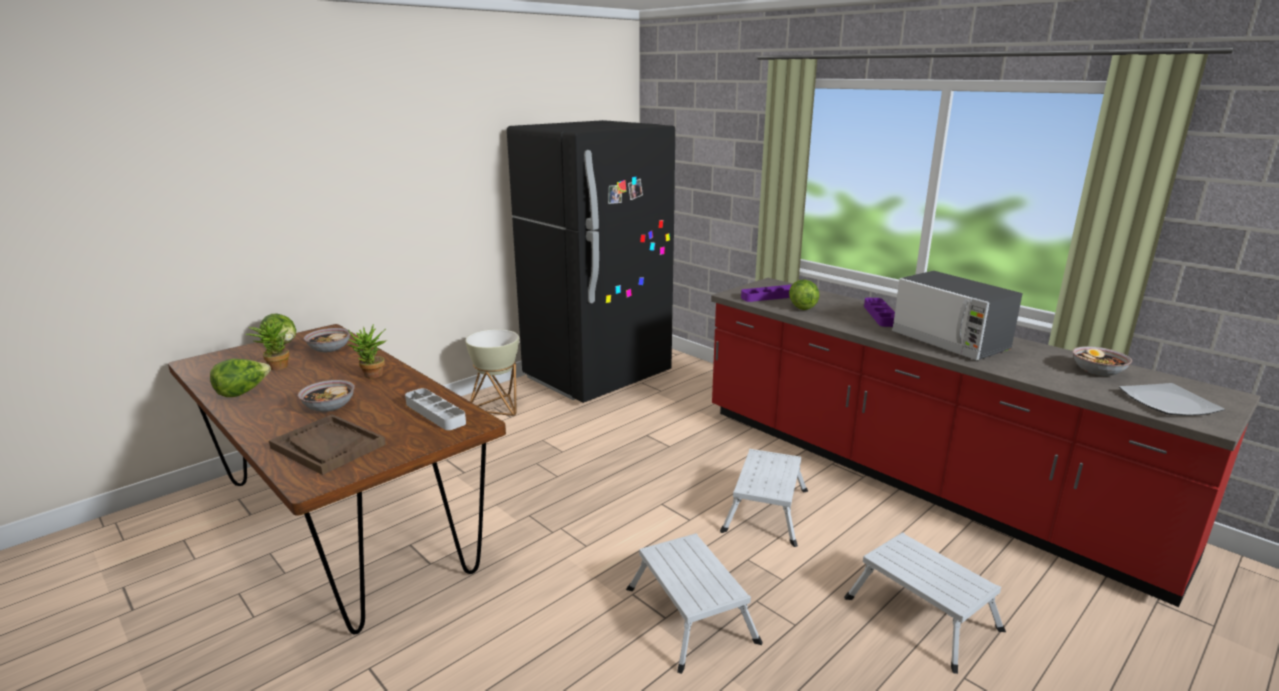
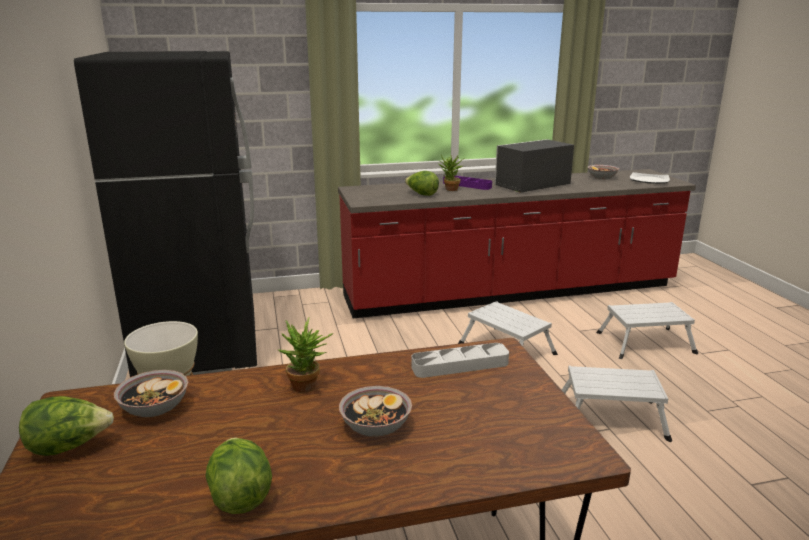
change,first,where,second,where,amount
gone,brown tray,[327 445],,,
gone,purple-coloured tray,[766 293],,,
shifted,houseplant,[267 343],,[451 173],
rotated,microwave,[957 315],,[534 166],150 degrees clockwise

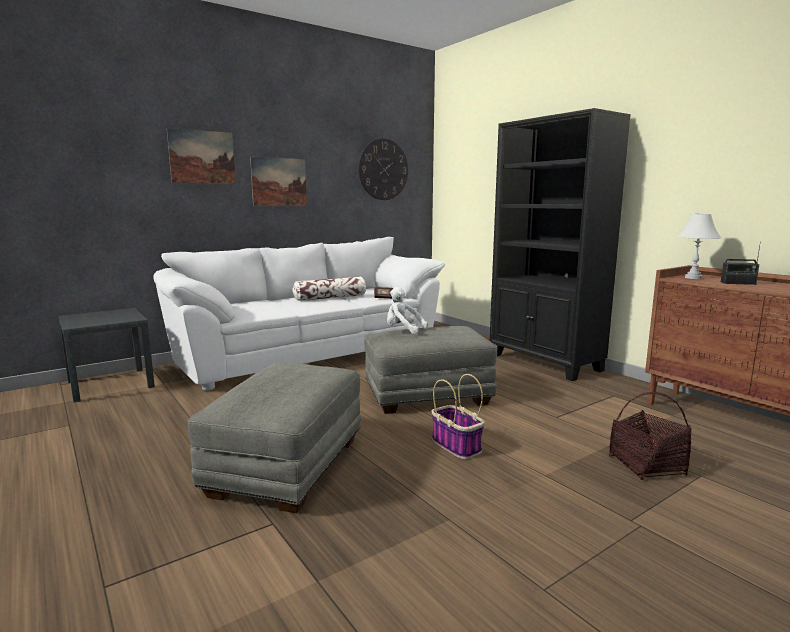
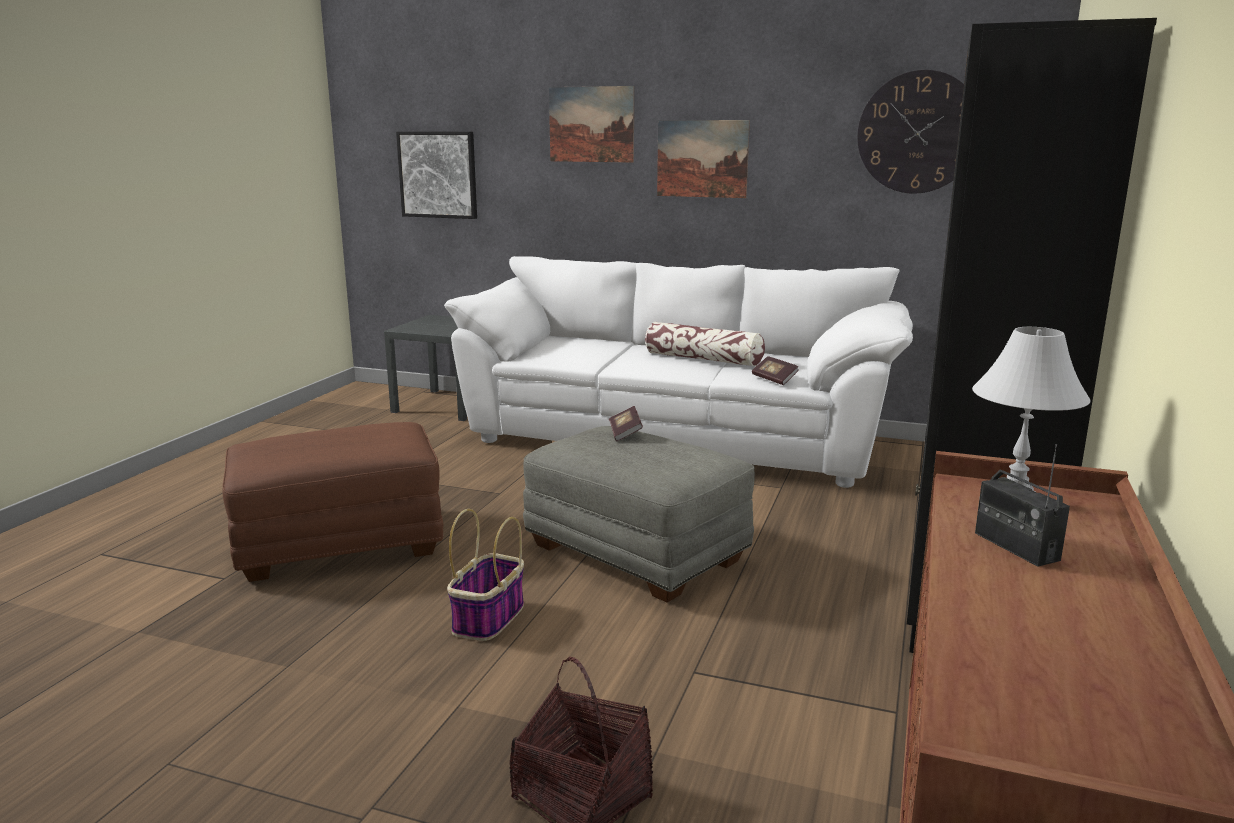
change,first,where,second,where,amount
new,,,wall art,[436 175],
swapped,white plush toy,[407 310],bound book,[626 423],
repainted,greyish ottoman,[274 437],brown ottoman,[332 502],

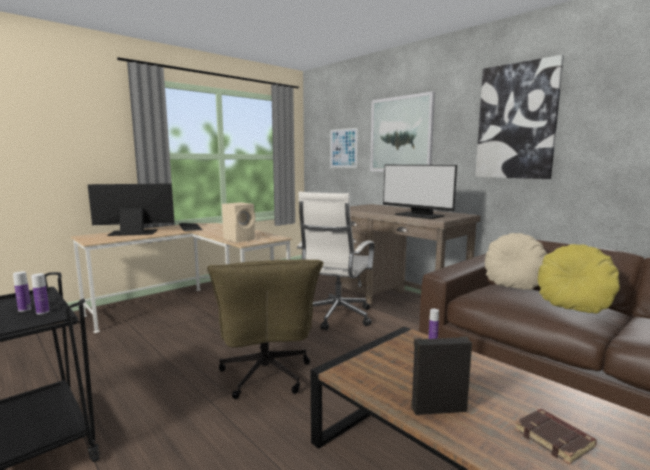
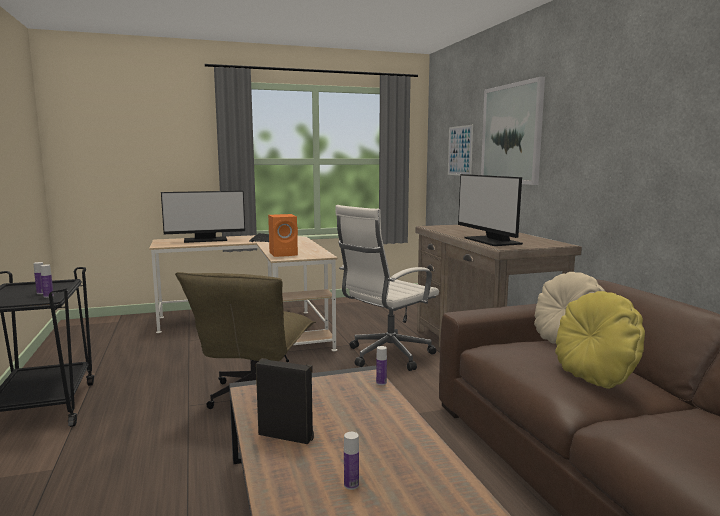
change,first,where,second,where,amount
gone,wall art,[519 117],,,
swapped,brown bound book,[555 437],beverage bottle,[351 461],
repainted,beige speaker,[239 222],orangey speaker,[283 235],
rotated,computer screen,[131 209],,[203 217],150 degrees clockwise

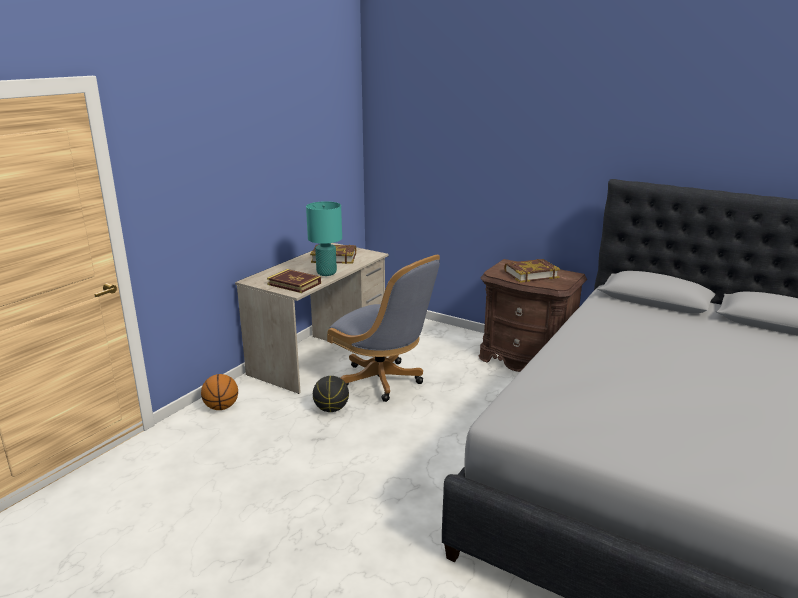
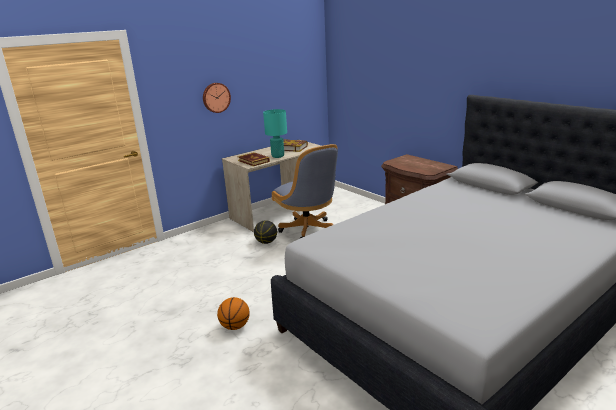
change,first,where,second,where,amount
gone,bound book,[532 271],,,
new,,,hanging clock,[217 98],
shifted,basketball ball,[219 392],,[233 313],

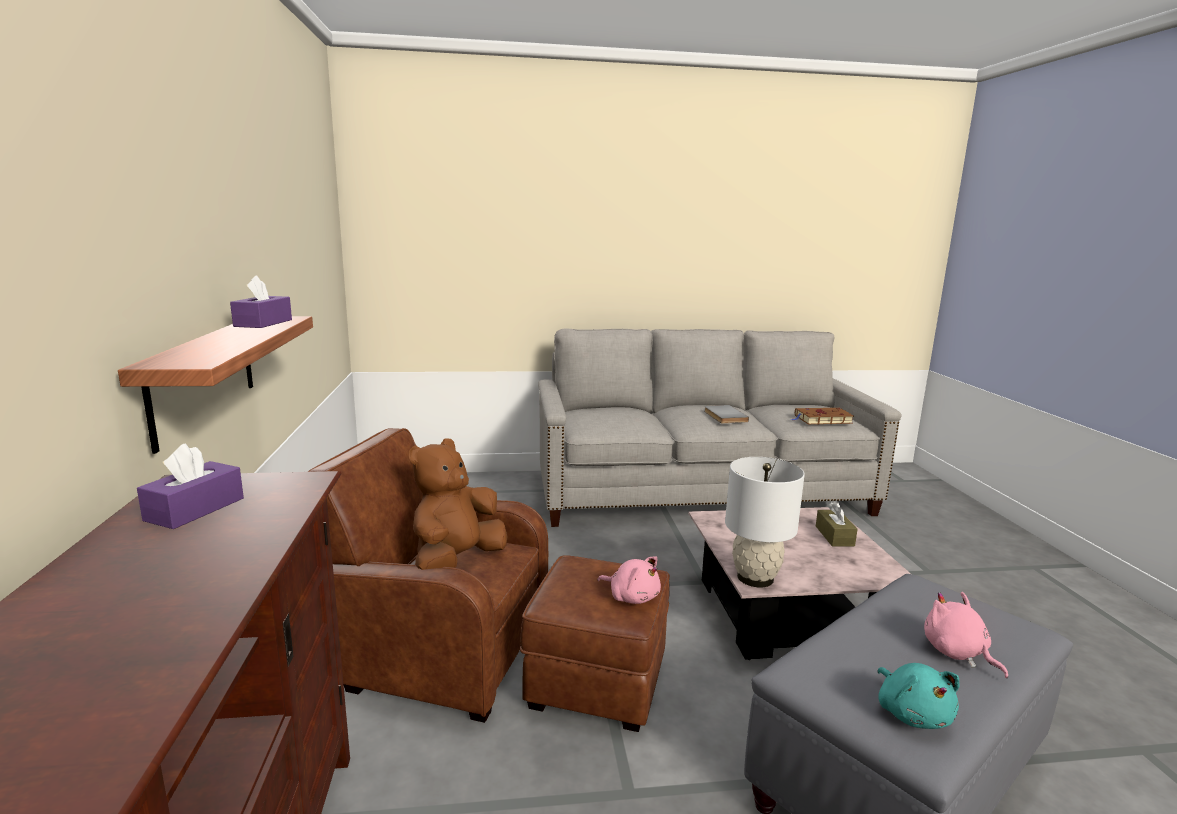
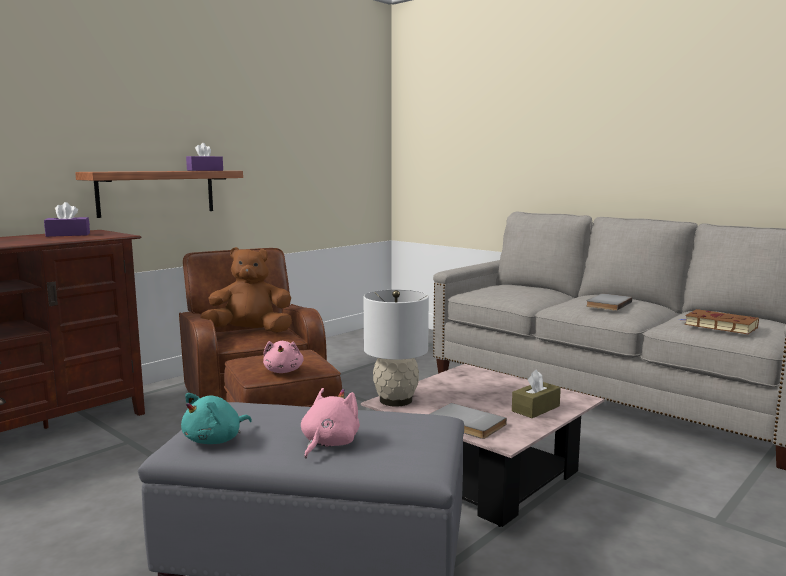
change,first,where,second,where,amount
new,,,greyish bound book,[468 421],

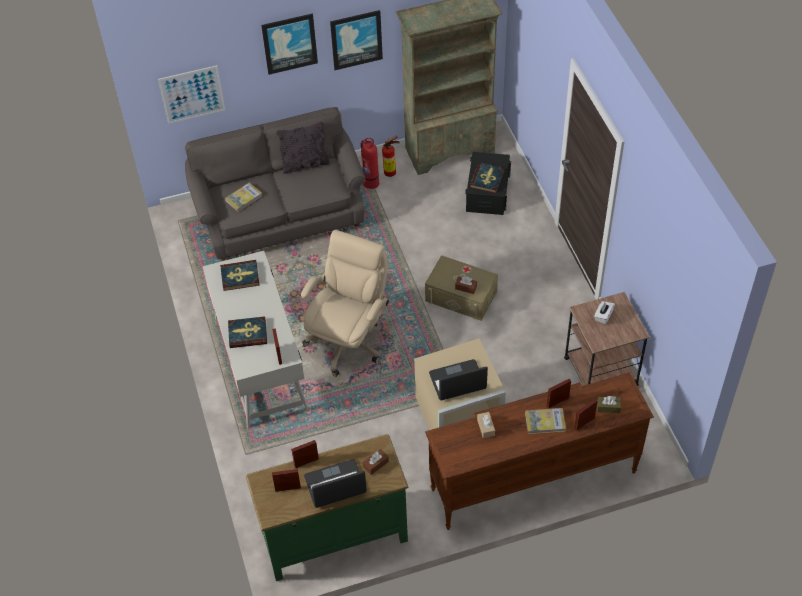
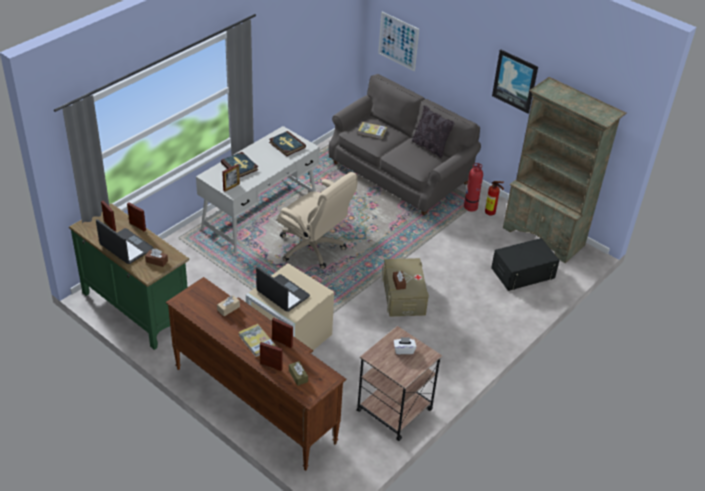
change,first,where,second,where,amount
gone,wall art,[289 44],,,
gone,bound book,[487 178],,,
rotated,beige desk chair,[345 303],,[317 220],45 degrees clockwise

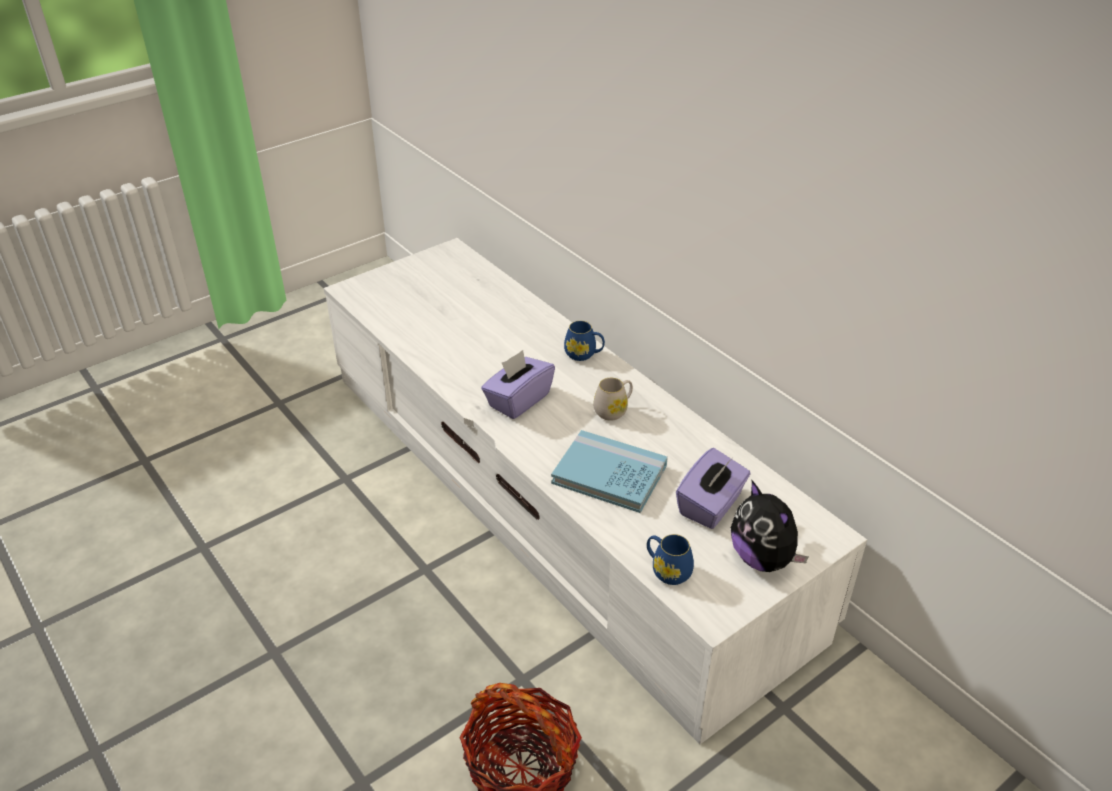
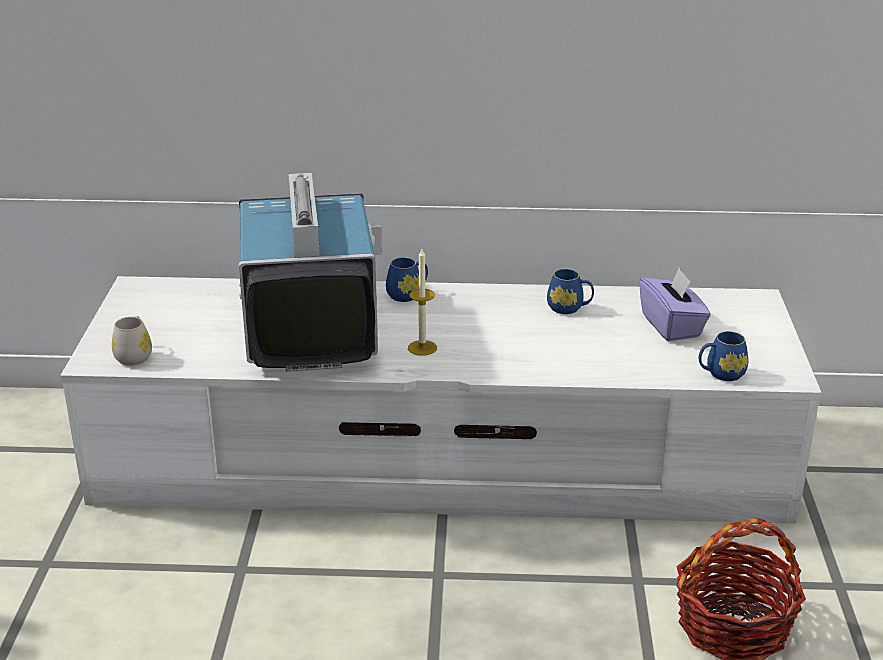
change,first,where,second,where,amount
gone,blue-coloured bound book,[609 471],,,
gone,plush toy,[770 526],,,
new,,,TV,[310 272],
new,,,blue-coloured coffee mug,[570 291],
shifted,white coffee mug,[613 399],,[132 341],
swapped,purple-coloured box of tissues,[518 384],wax light,[422 302],

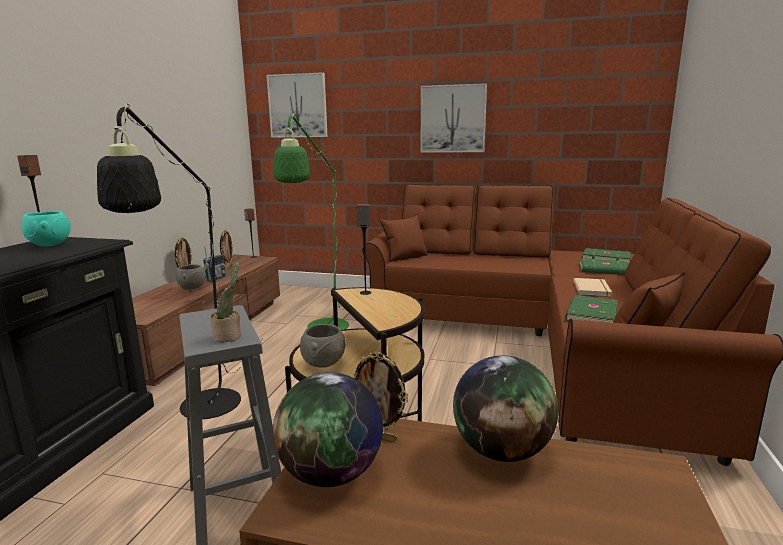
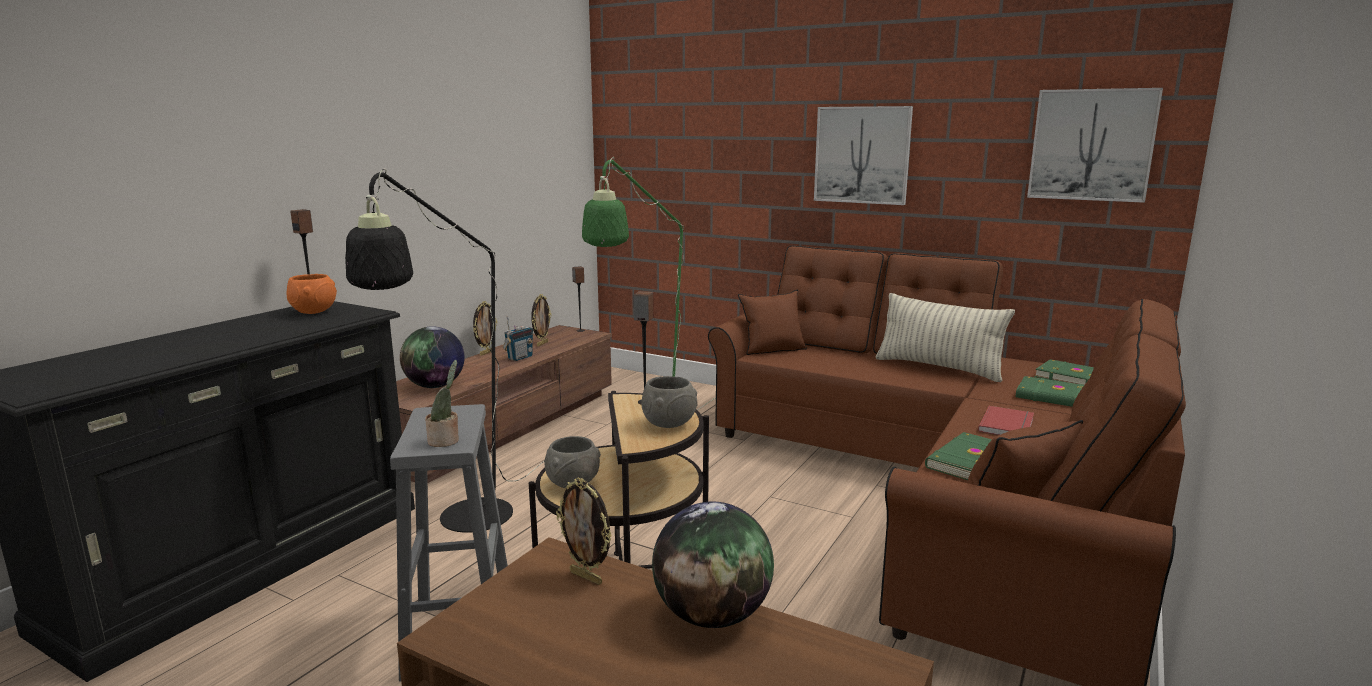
change,first,where,second,where,amount
new,,,pillow,[945 337],
shifted,greyish bowl,[191 277],,[669 402],
shifted,wall art,[297 105],,[1095 145],
shifted,desk globe,[328 429],,[432 357],
repainted,turquoise-coloured bowl,[46 228],orangey bowl,[312 294],
repainted,beige bound book,[592 287],red-coloured bound book,[1006 420],

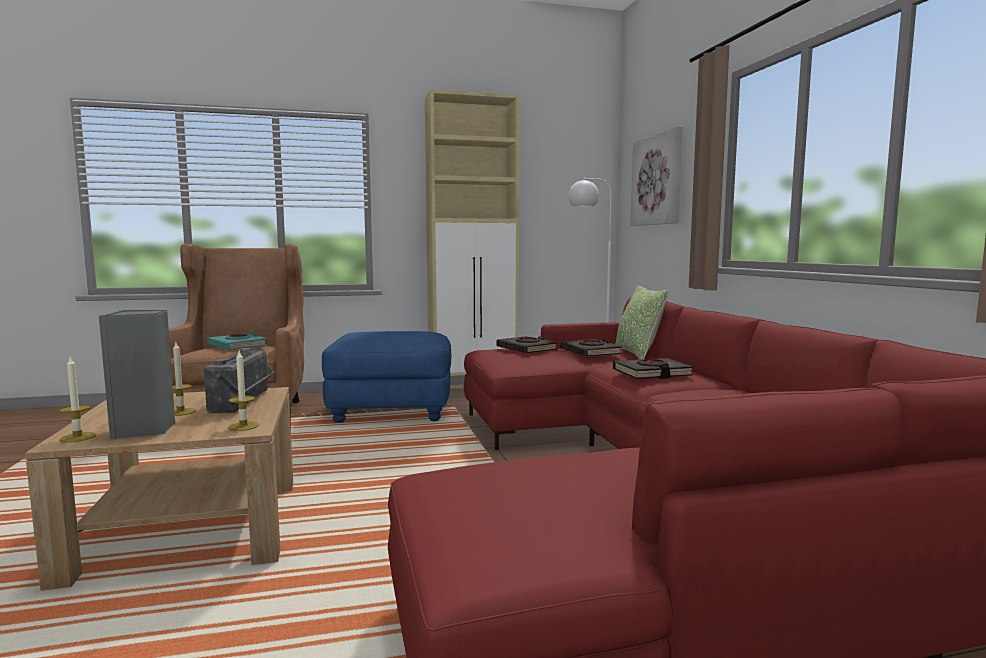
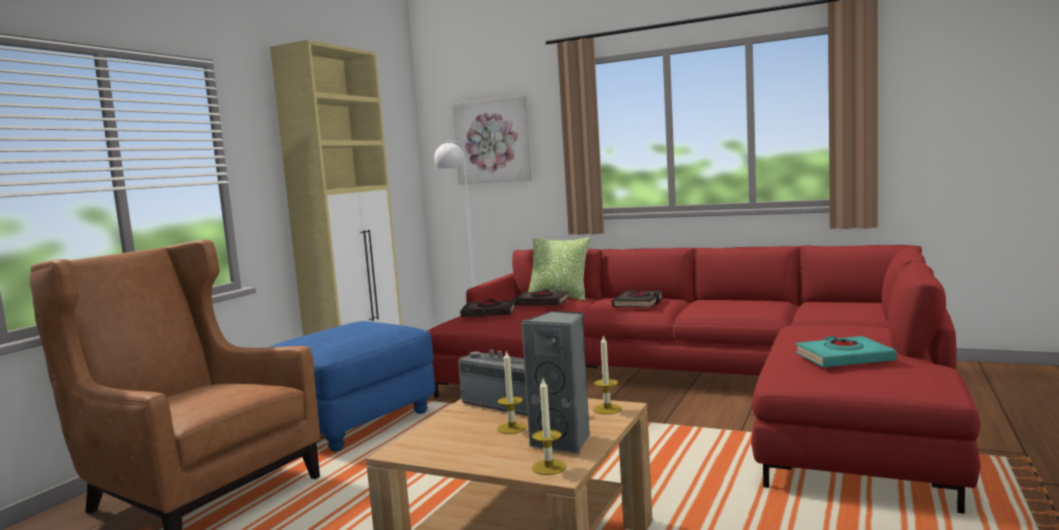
change,first,where,second,where,amount
shifted,turquoise-coloured bound book,[237 341],,[846 351],

